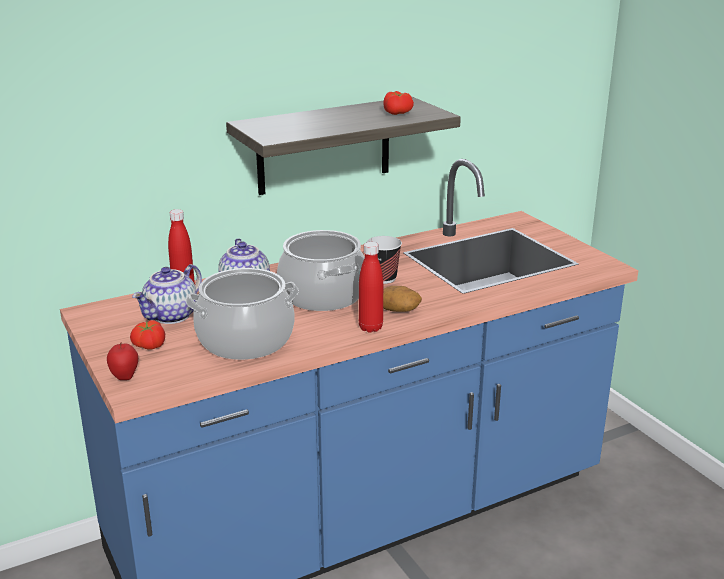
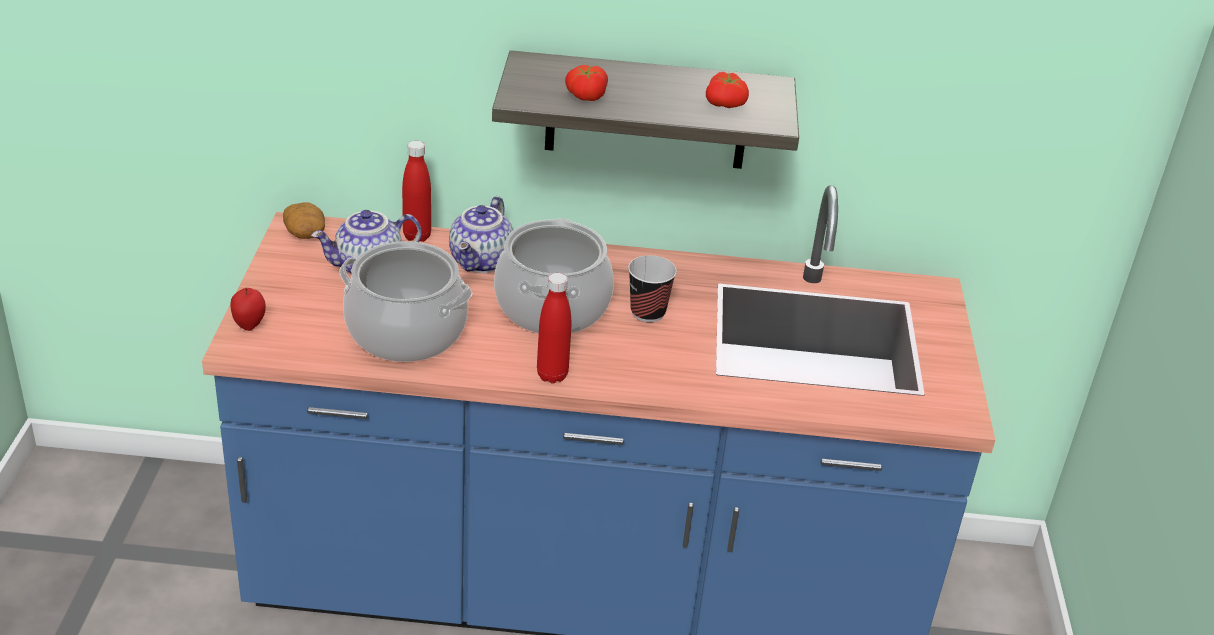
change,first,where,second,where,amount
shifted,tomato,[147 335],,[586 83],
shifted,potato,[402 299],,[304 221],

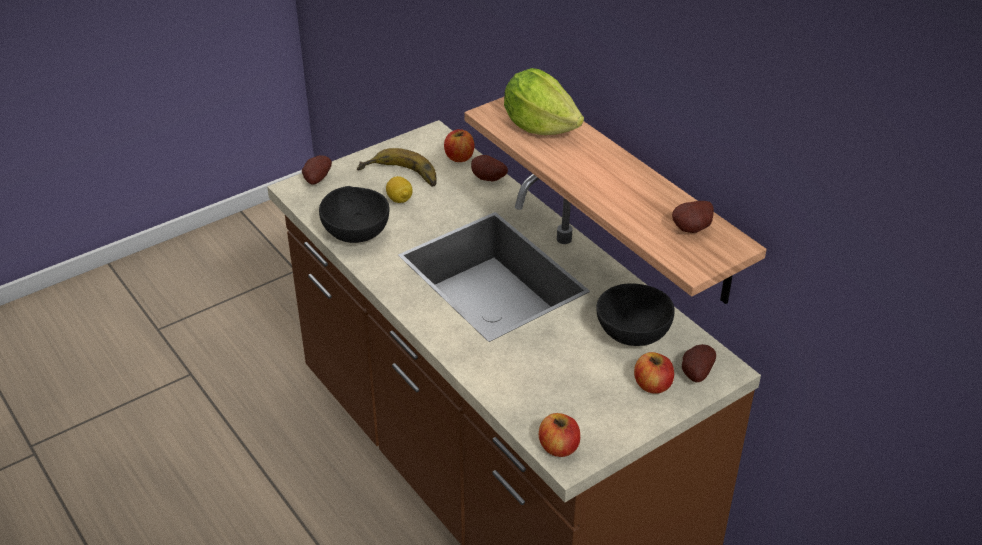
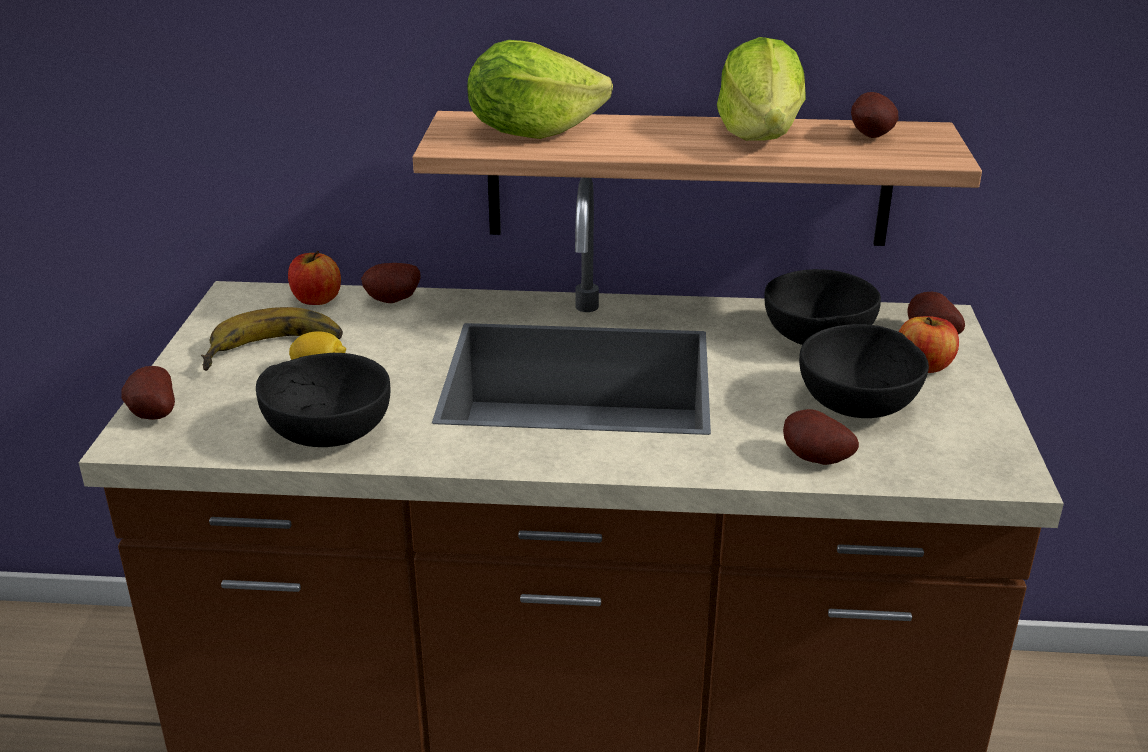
change,first,where,second,where,amount
gone,apple fruit,[559 435],,,
new,,,lettuce,[761 89],
new,,,potato,[821 437],
new,,,black-coloured bowl,[864 371],

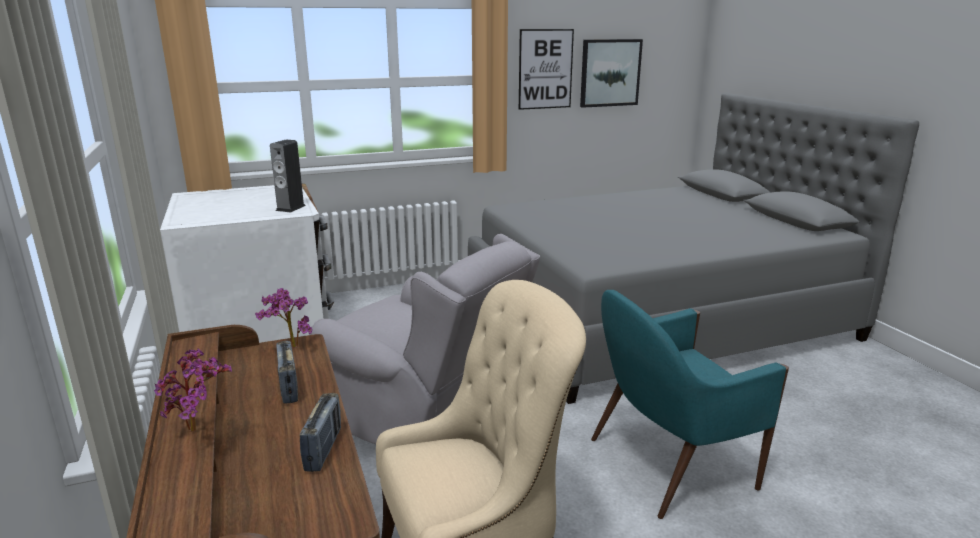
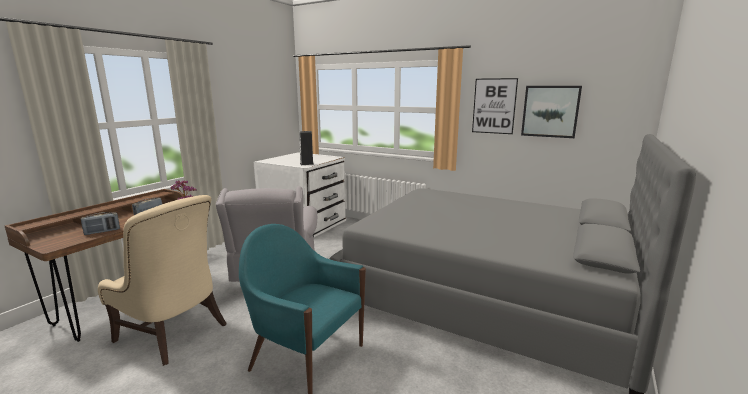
change,first,where,second,where,amount
gone,houseplant,[193 390],,,

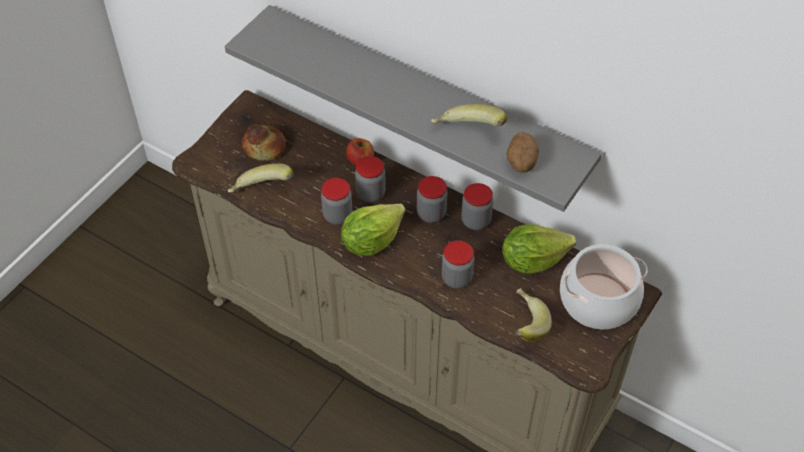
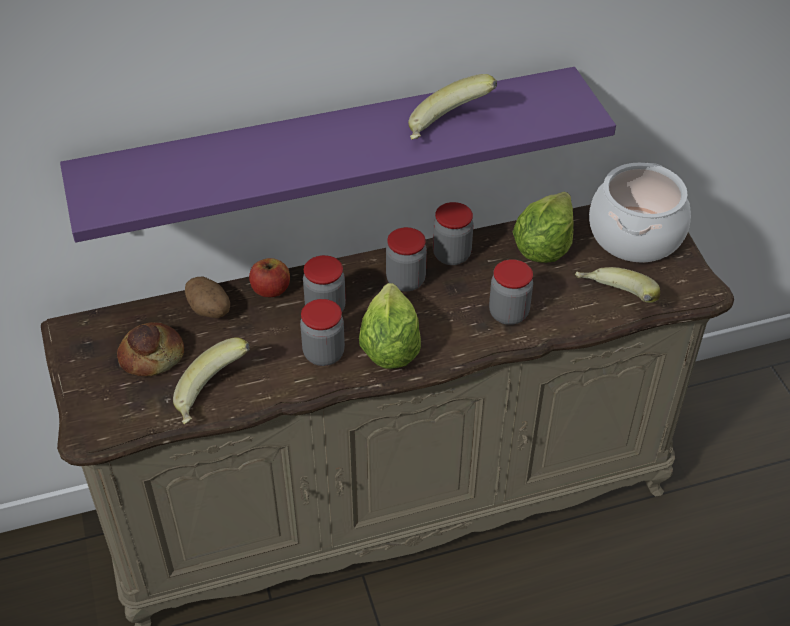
change,first,where,second,where,amount
shifted,potato,[523 152],,[207 297],
repainted,greyish bracket shelf,[413 108],purple-coloured bracket shelf,[338 154],

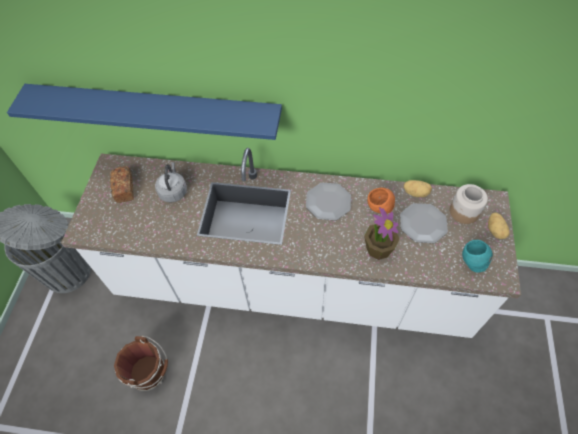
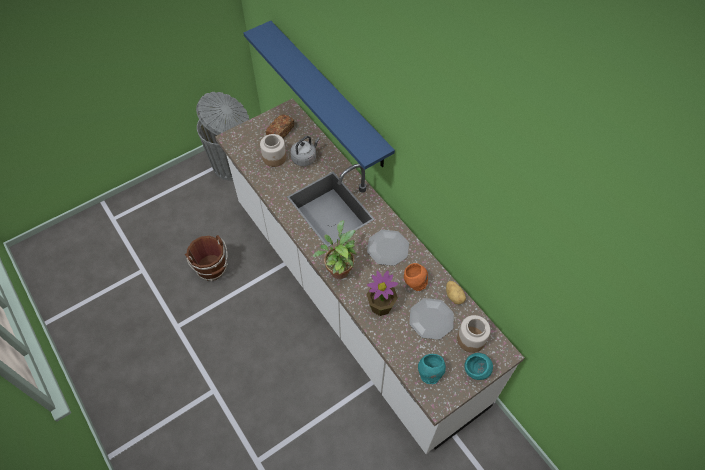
change,first,where,second,where,amount
new,,,storage jar,[273 150],
new,,,houseplant,[335 249],
swapped,potato,[499 225],turquoise-coloured bowl,[478 366],

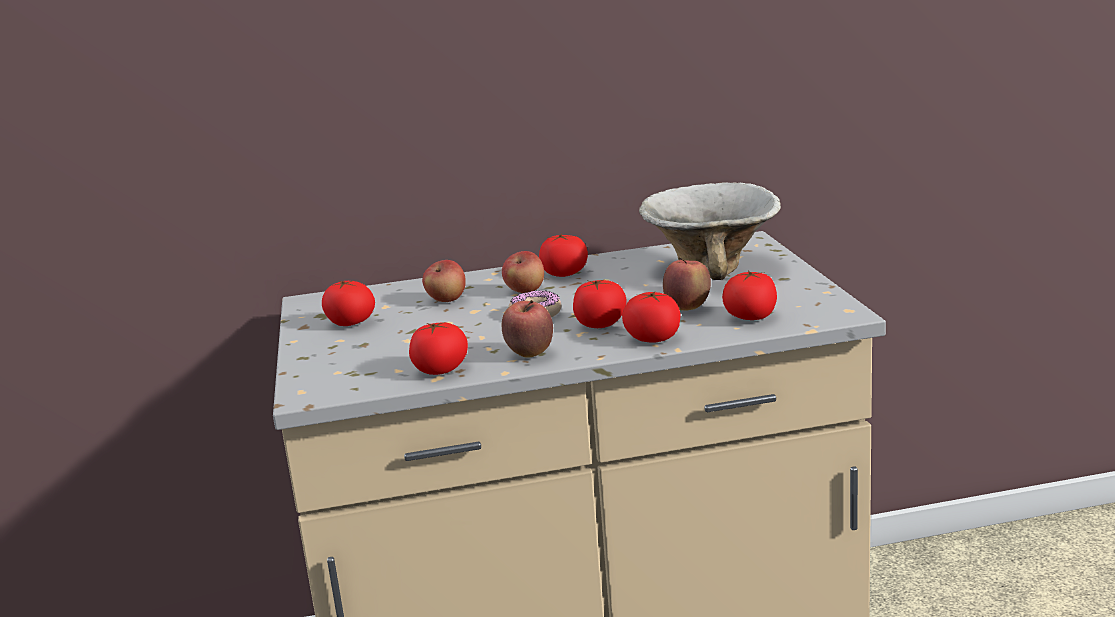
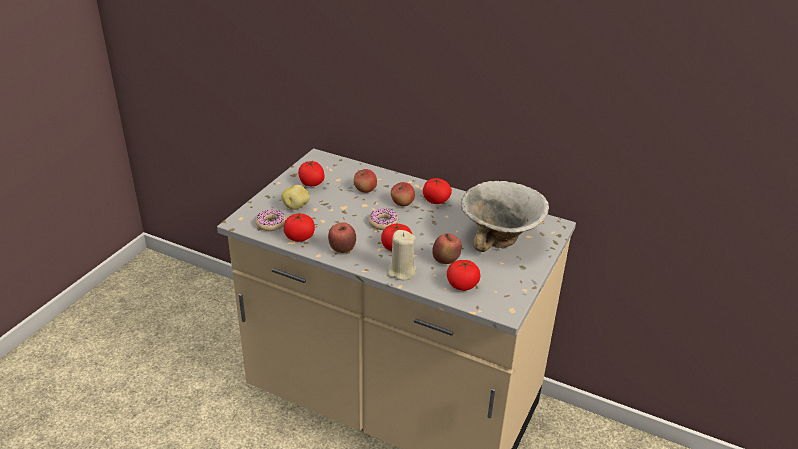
change,first,where,second,where,amount
new,,,donut,[270 220],
new,,,potato,[295 197],
swapped,tomato,[651 317],beige wax light,[402 255],

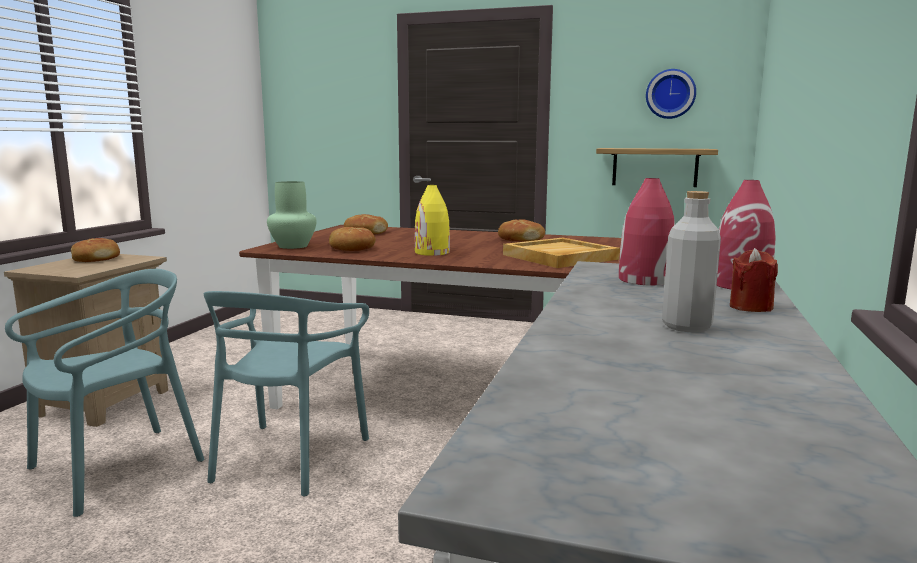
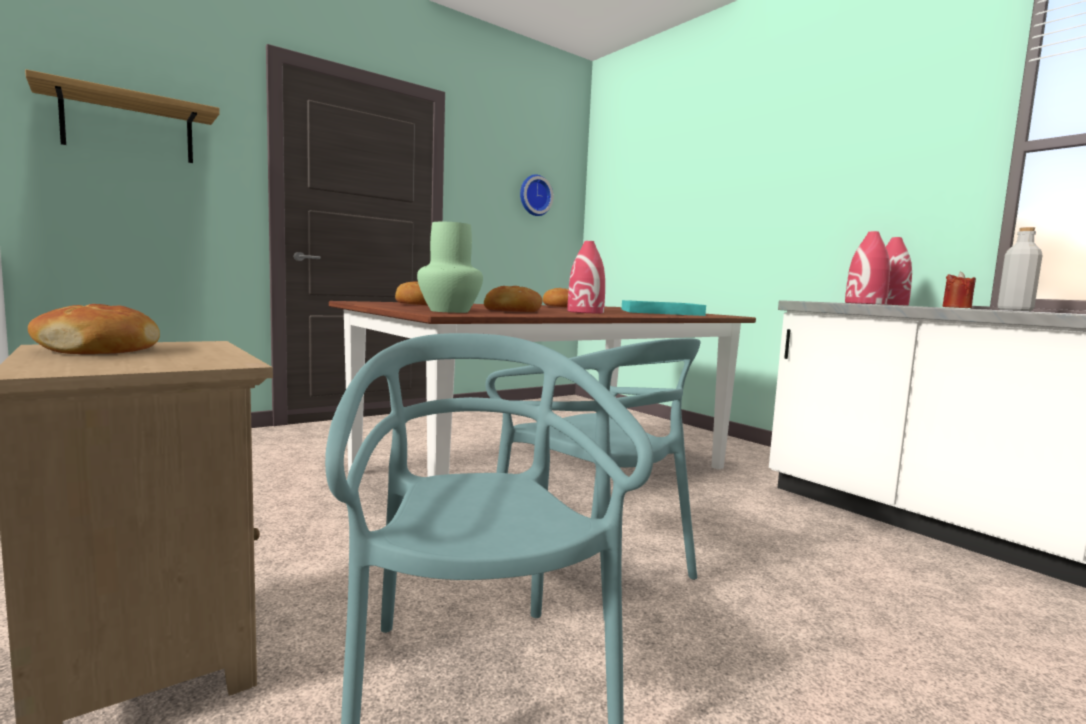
change,first,where,second,where,amount
shifted,bracket shelf,[657 167],,[122 116],
repainted,yellowish flower vase,[432 220],red-coloured flower vase,[586 277],
repainted,beige tray,[561 253],turquoise-coloured tray,[663 308],

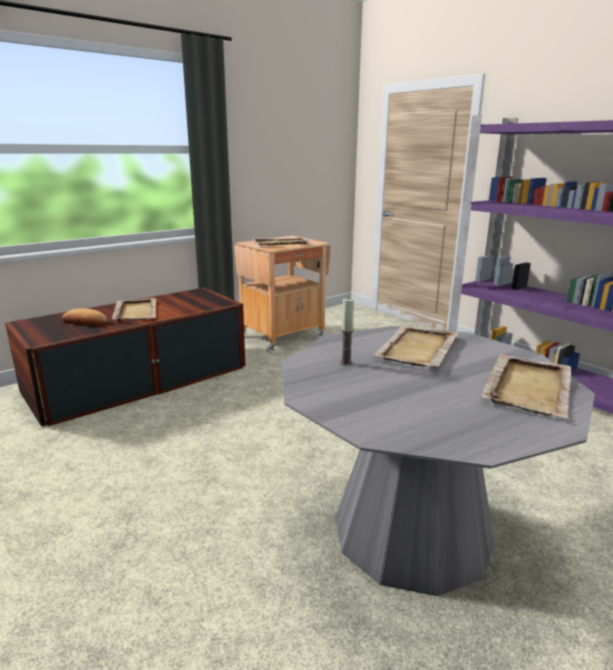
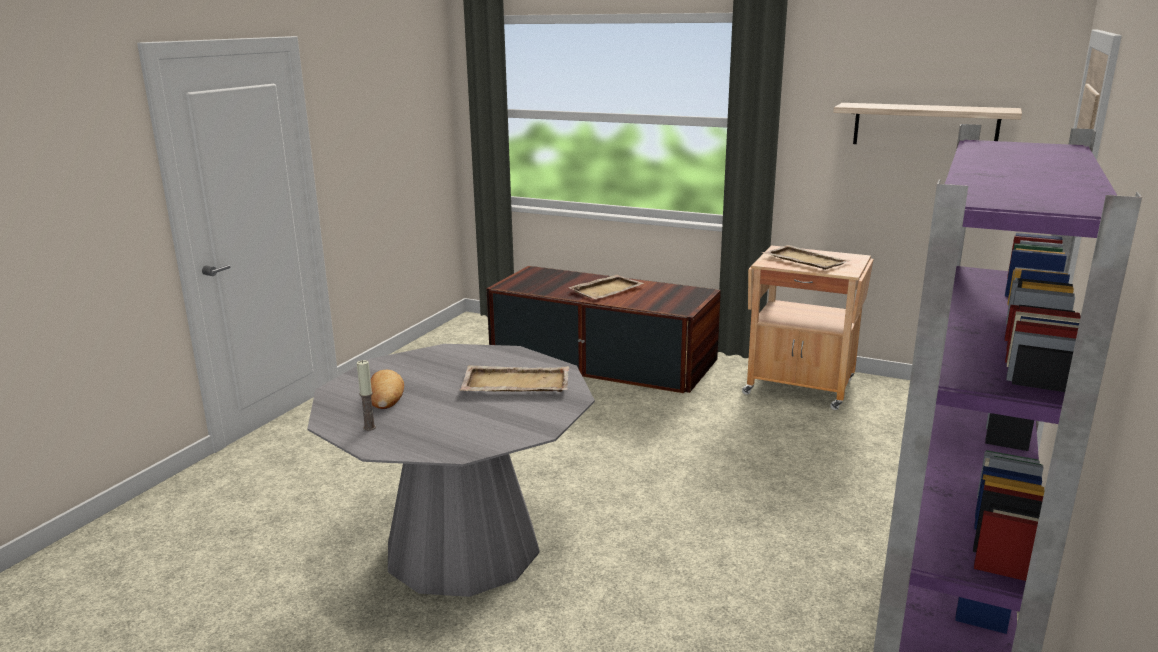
change,first,where,second,where,amount
gone,beige tray,[526 386],,,
new,,,bracket shelf,[927 123],
shifted,bakery bread,[84 317],,[387 389],
shifted,wax light,[347 331],,[366 395],

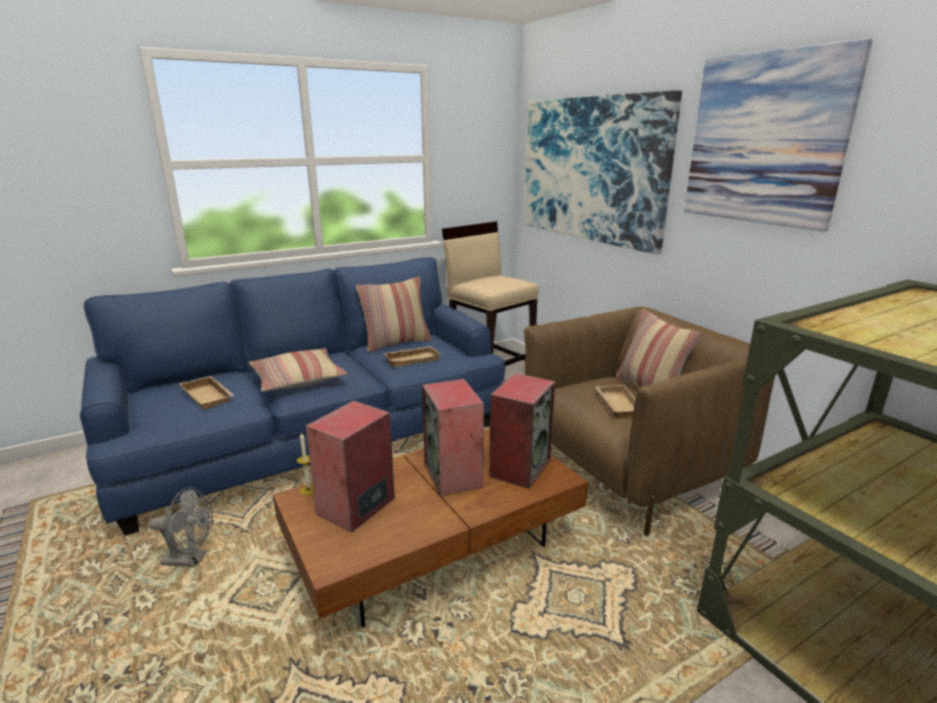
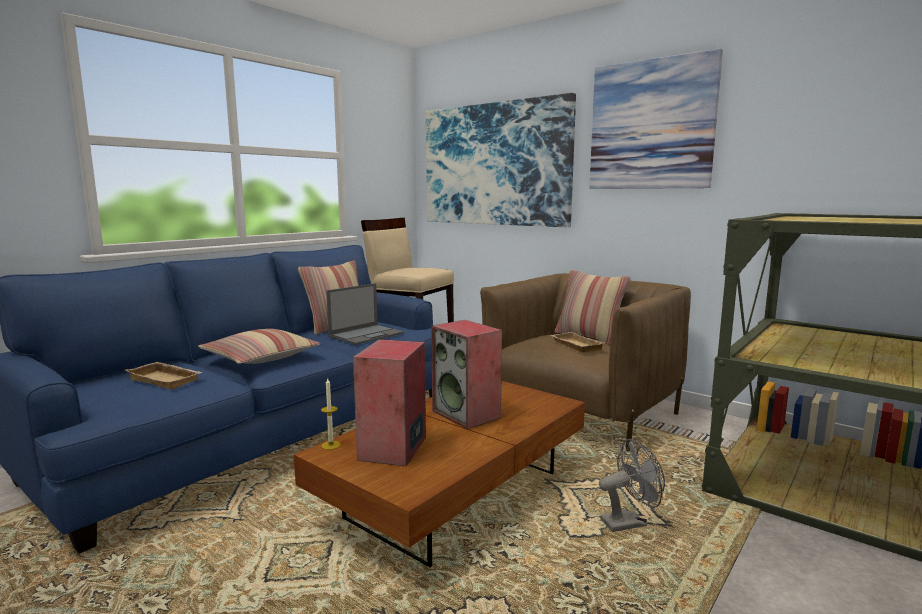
change,first,where,second,where,amount
gone,speaker,[522 431],,,
shifted,greyish cooling fan,[181 527],,[632 485],
swapped,beige tray,[412 356],portable computer,[365 314],

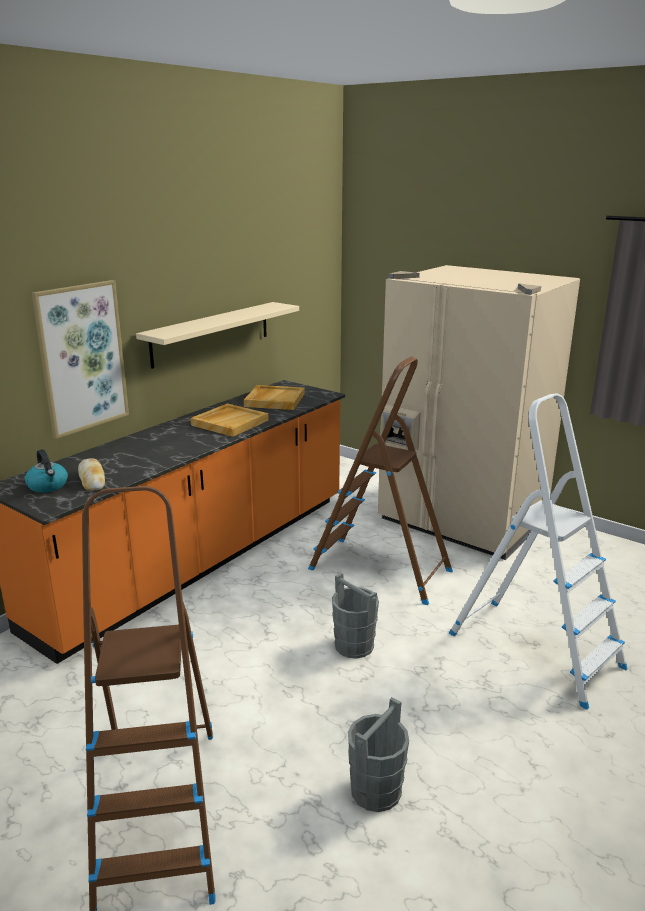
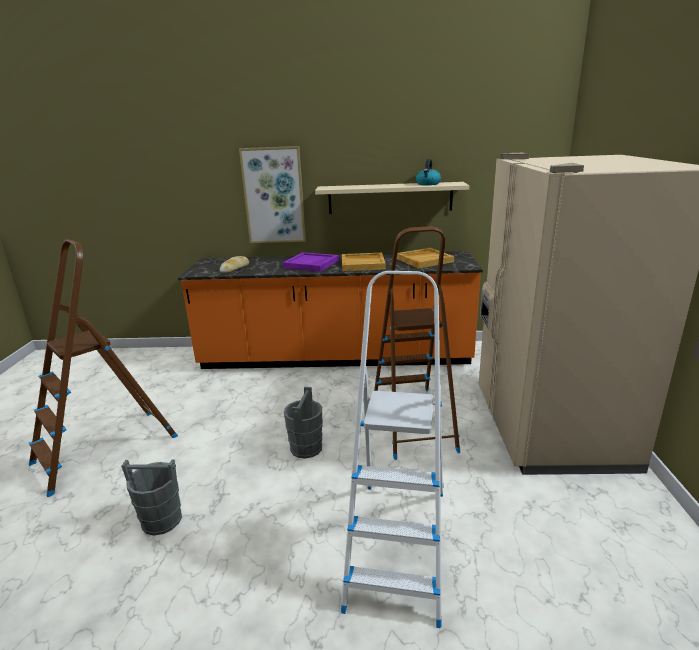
change,first,where,second,where,amount
new,,,purple-coloured tray,[311 262],
shifted,kettle,[46 471],,[428 172],

